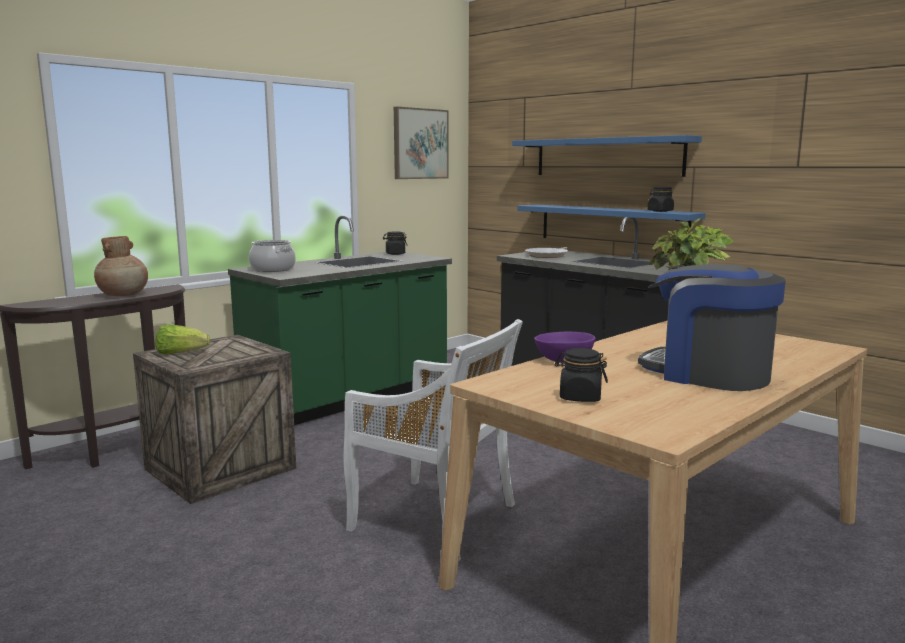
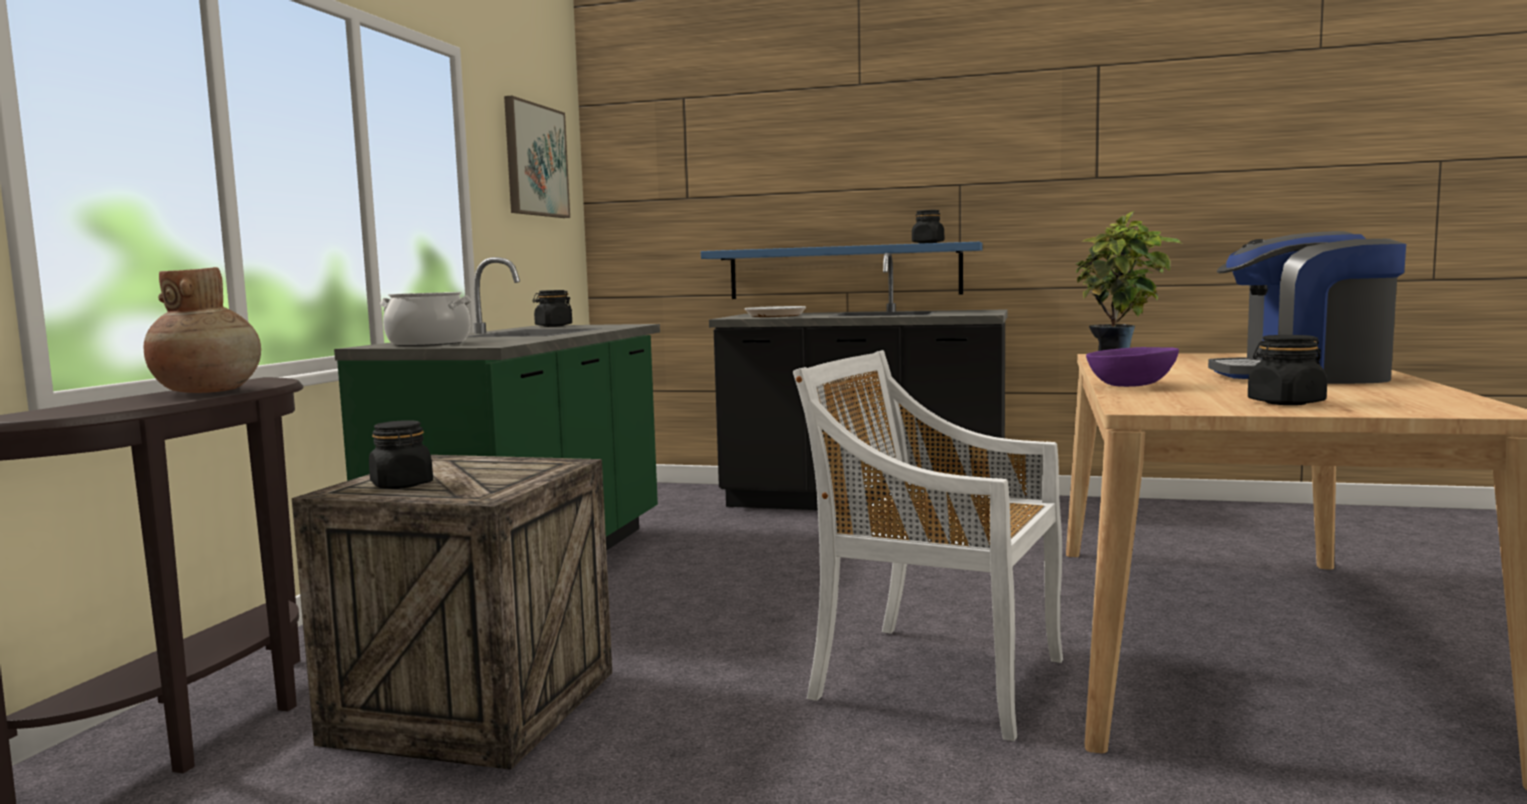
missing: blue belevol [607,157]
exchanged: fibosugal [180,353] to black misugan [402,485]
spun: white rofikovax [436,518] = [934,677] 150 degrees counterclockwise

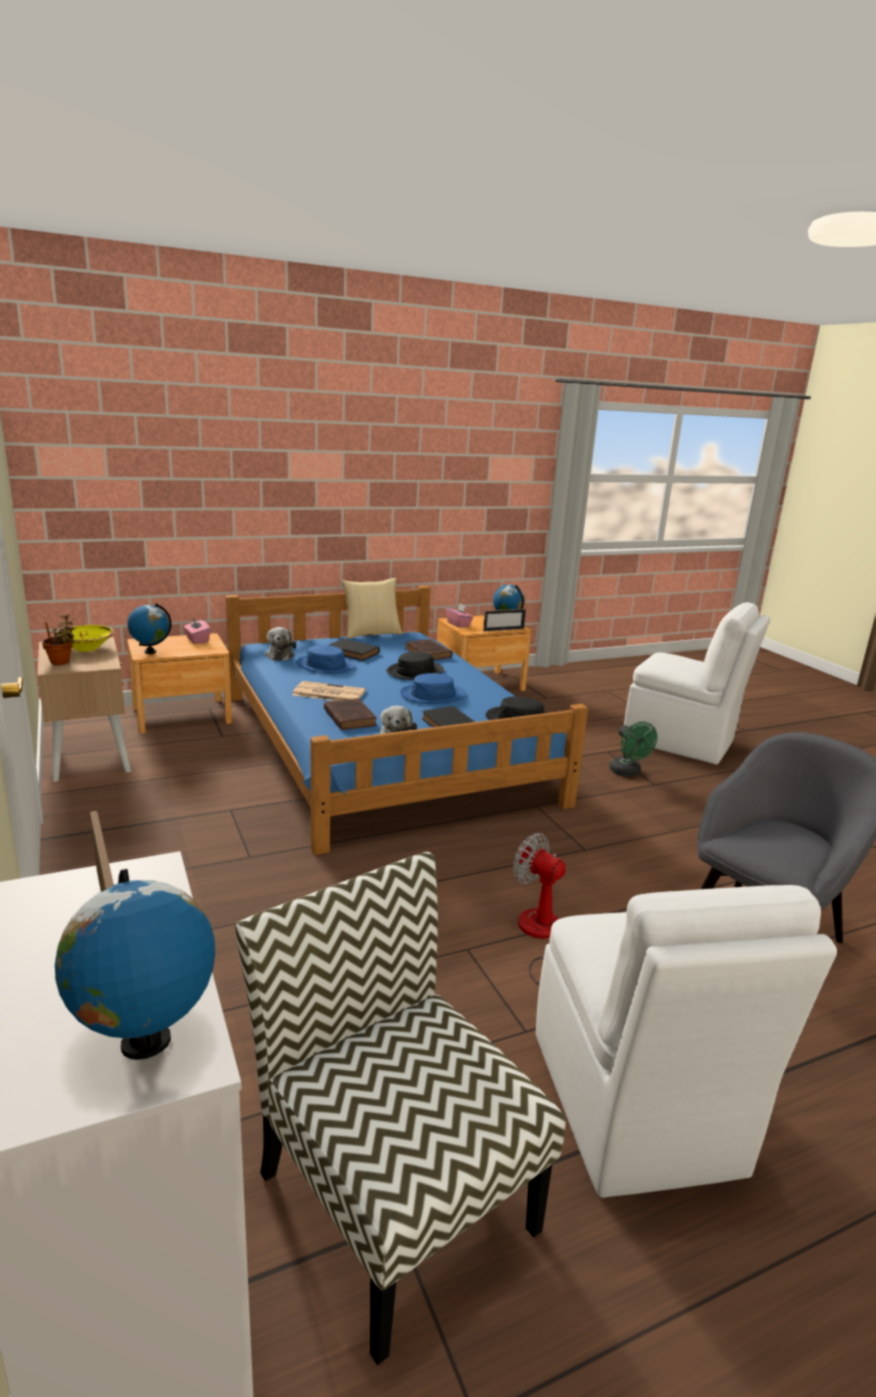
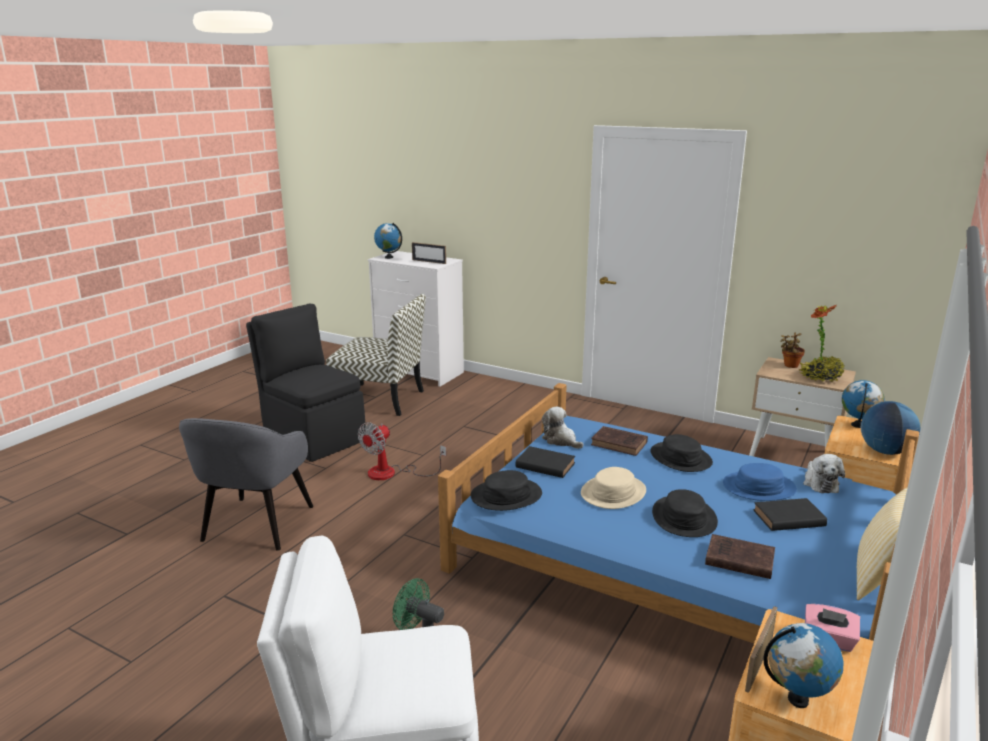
exchanged: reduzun [328,693] to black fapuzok [681,458]; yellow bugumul [86,648] to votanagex [820,377]; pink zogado [197,640] to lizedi [885,451]
colour: white rofikovax [635,1106] to black rofikovax [313,437]; blue fapuzok [432,695] to beige fapuzok [613,493]
spun: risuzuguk [540,935] = [392,473] 120 degrees clockwise; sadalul [280,655] = [820,483] 135 degrees counterclockwise

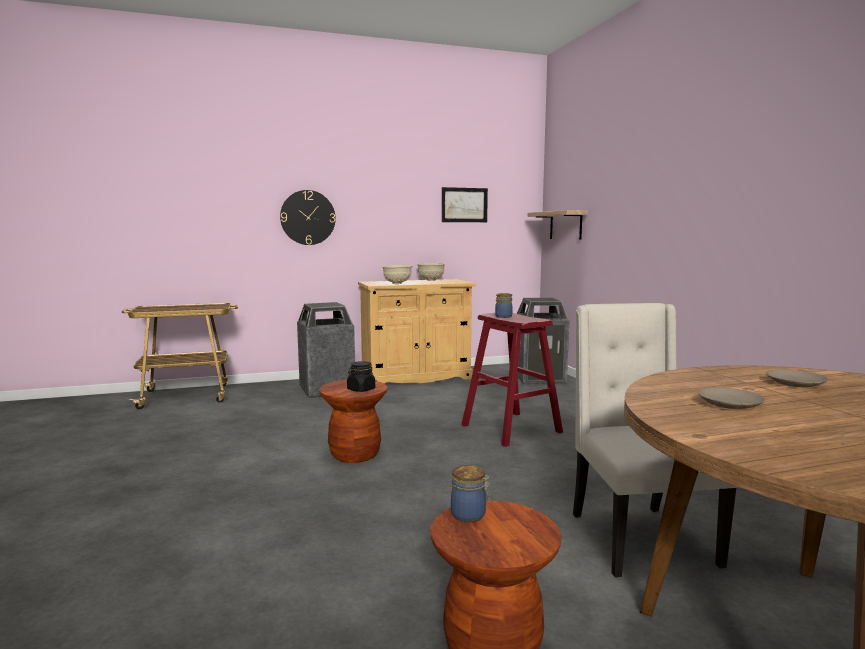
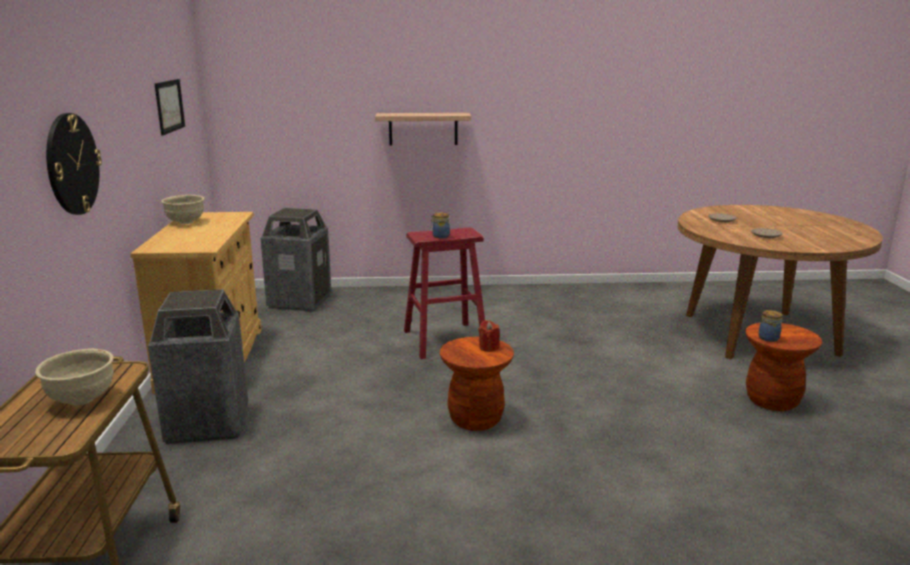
missing: beige rofikovax [638,538]
relocated: beige bugumul [397,283] to [81,400]; belevol [565,225] to [423,129]
exchanged: black misugan [361,389] to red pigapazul [488,347]

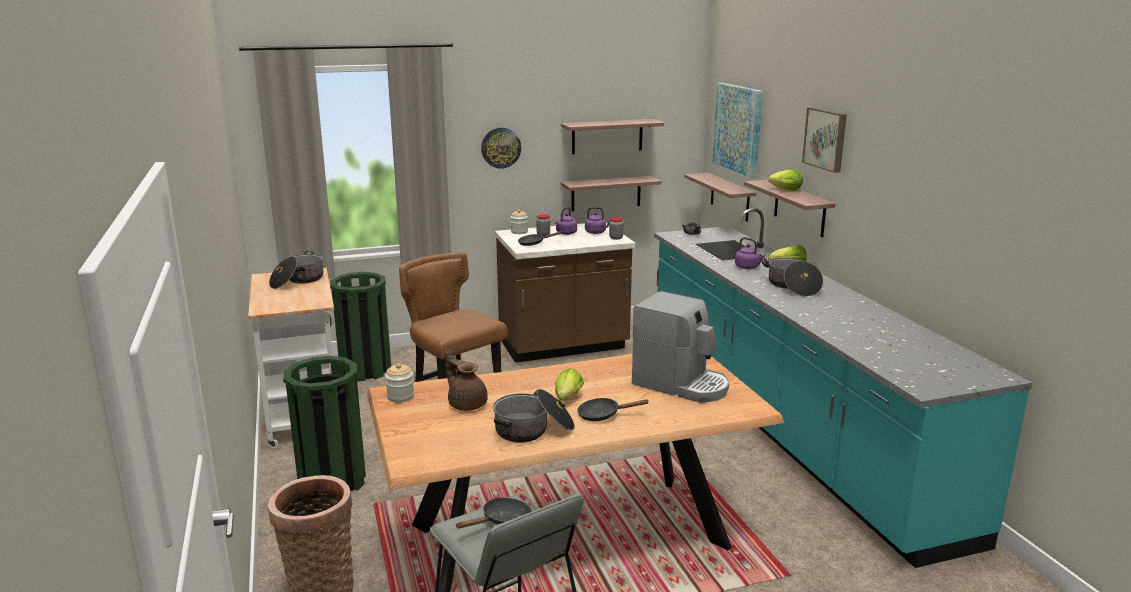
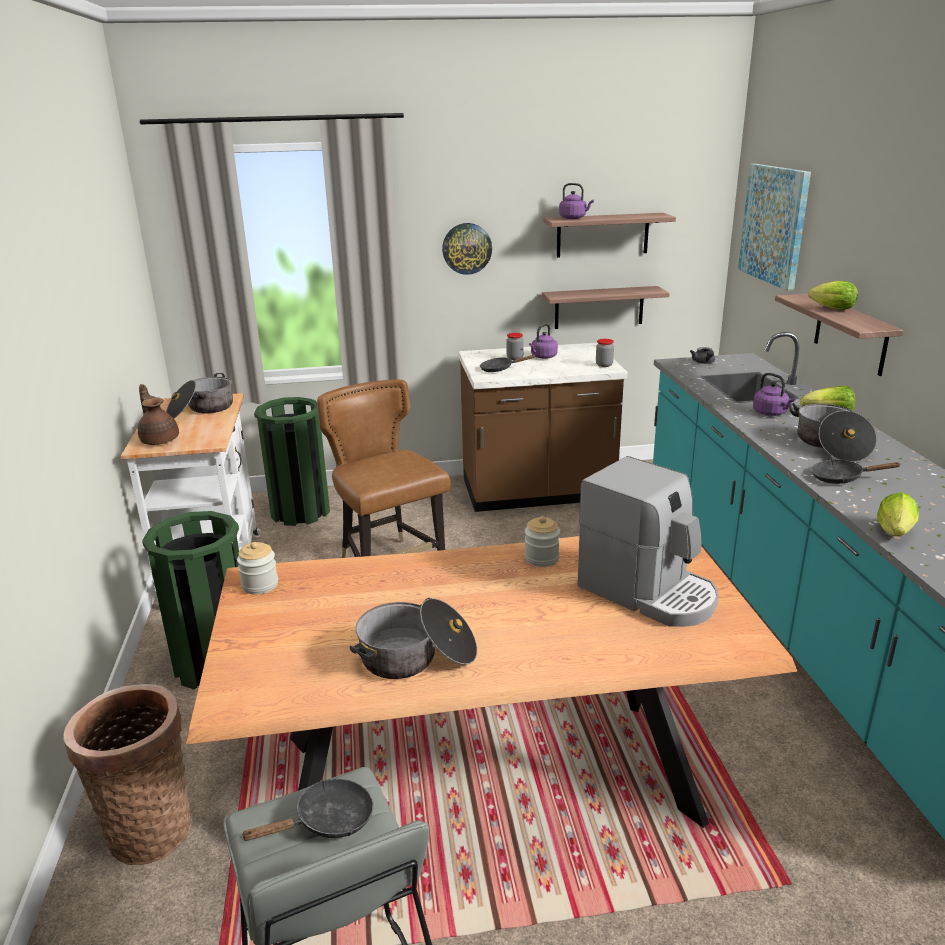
missing: belevol [730,197]; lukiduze [826,139]
relocated: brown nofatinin [466,404] to [160,440]; misugan [519,232] to [541,558]; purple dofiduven [596,232] to [574,218]; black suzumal [603,415] to [841,478]; fibosugal [567,399] to [894,534]

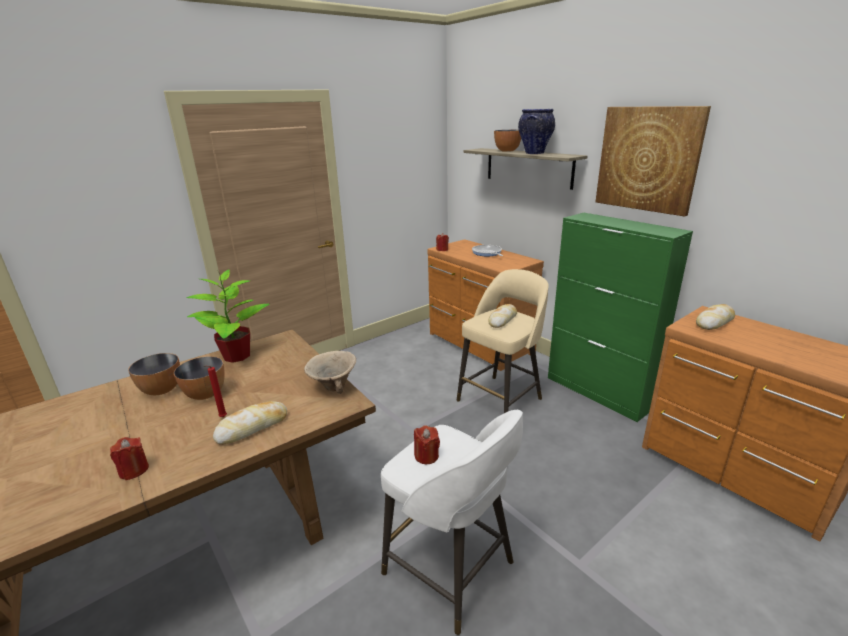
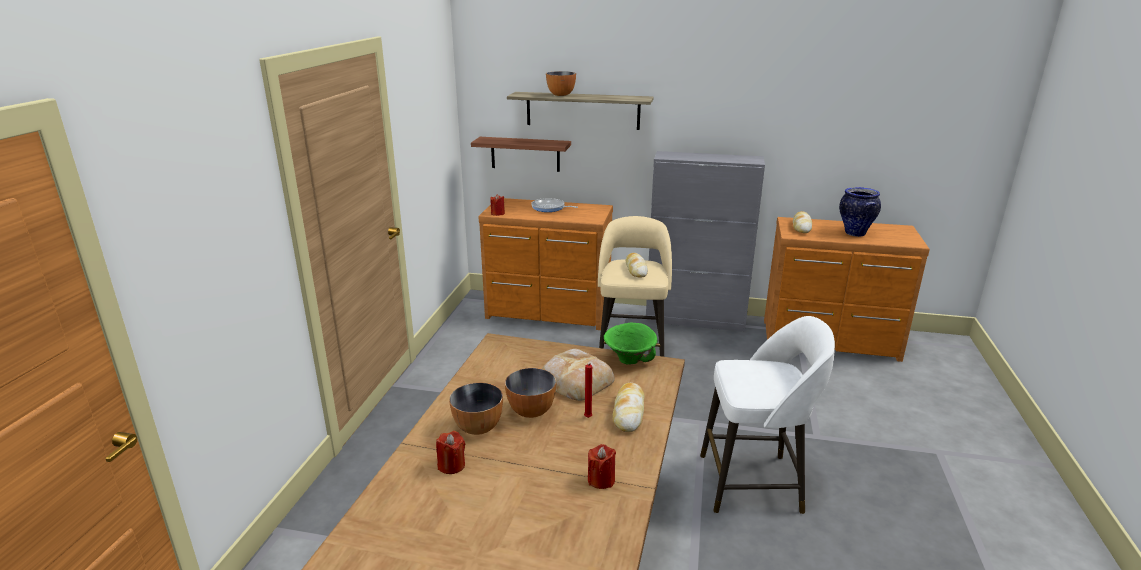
missing: votanagex [236,356]; lukiduze [648,159]
appeared: belevol [525,154]; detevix [576,379]
relocated: red pigapazul [426,456] to [451,465]; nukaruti [534,153] to [854,233]
colour: beige bugumul [332,387] to green bugumul [629,361]; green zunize [598,392] to grey zunize [695,320]

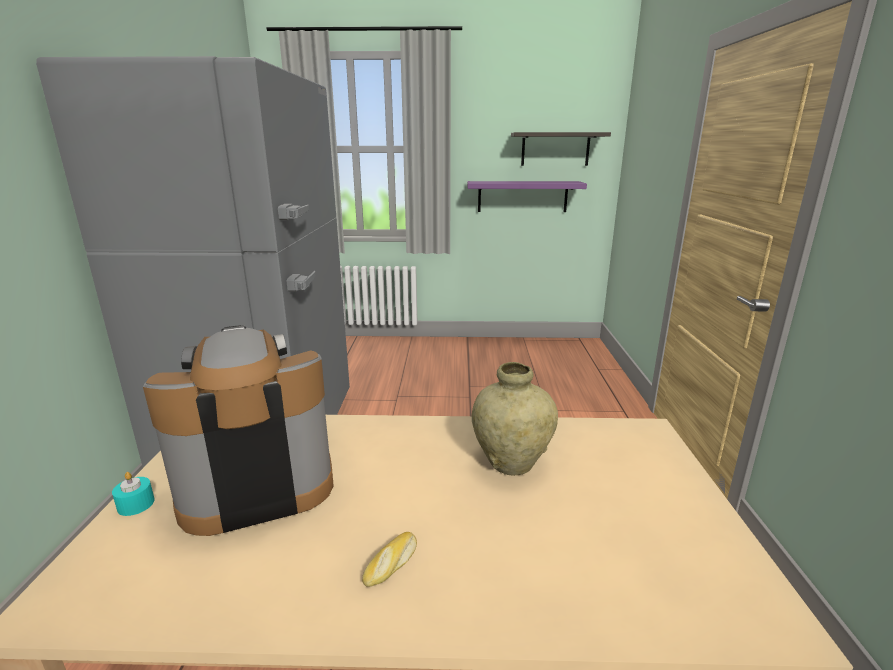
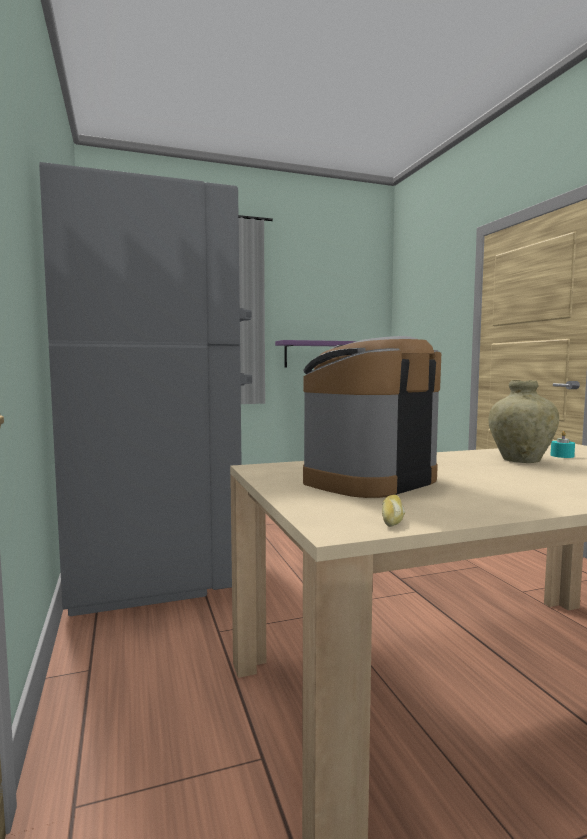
missing: belevol [555,149]
relocated: detevix [392,565] to [393,518]; turquoise pigapazul [136,504] to [562,456]

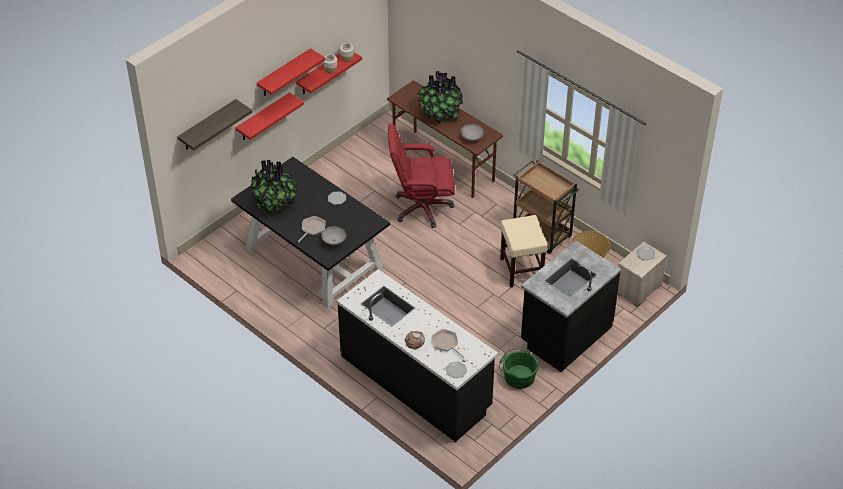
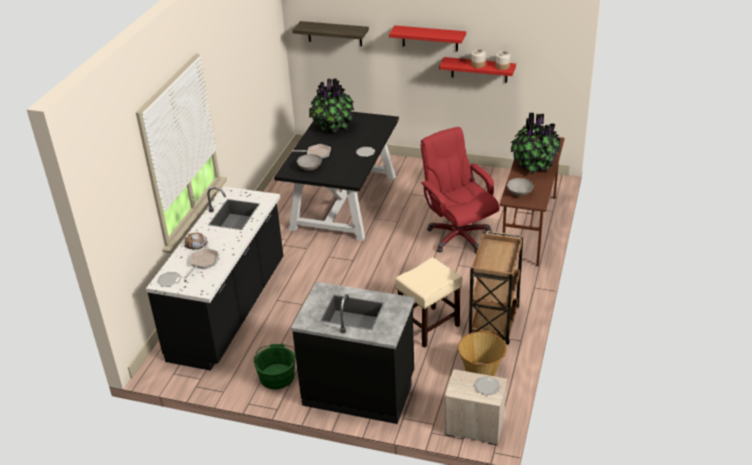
missing: red belevol [263,117]

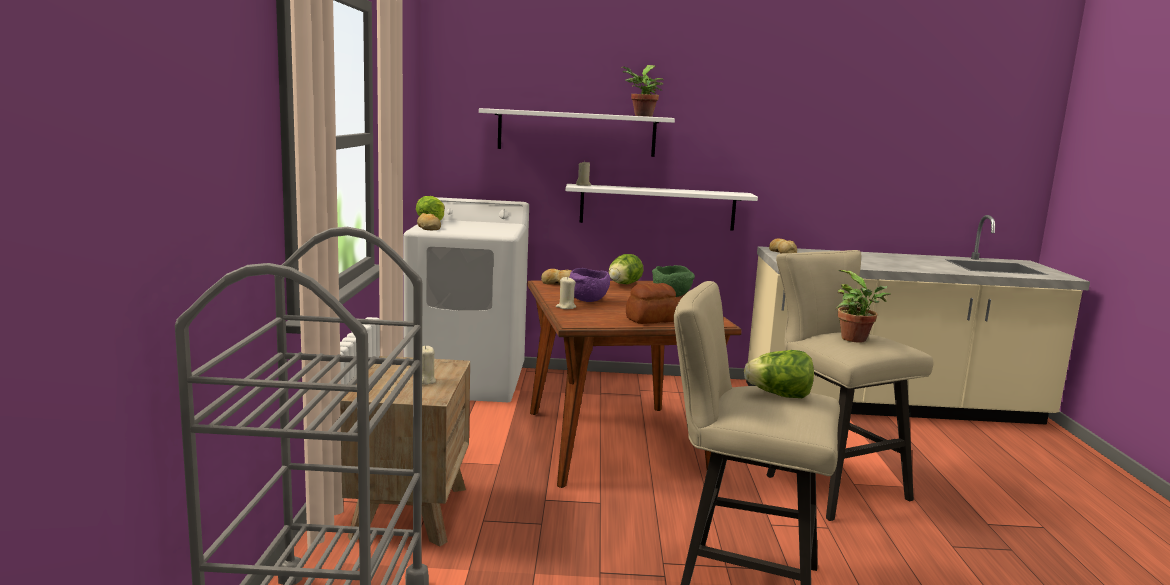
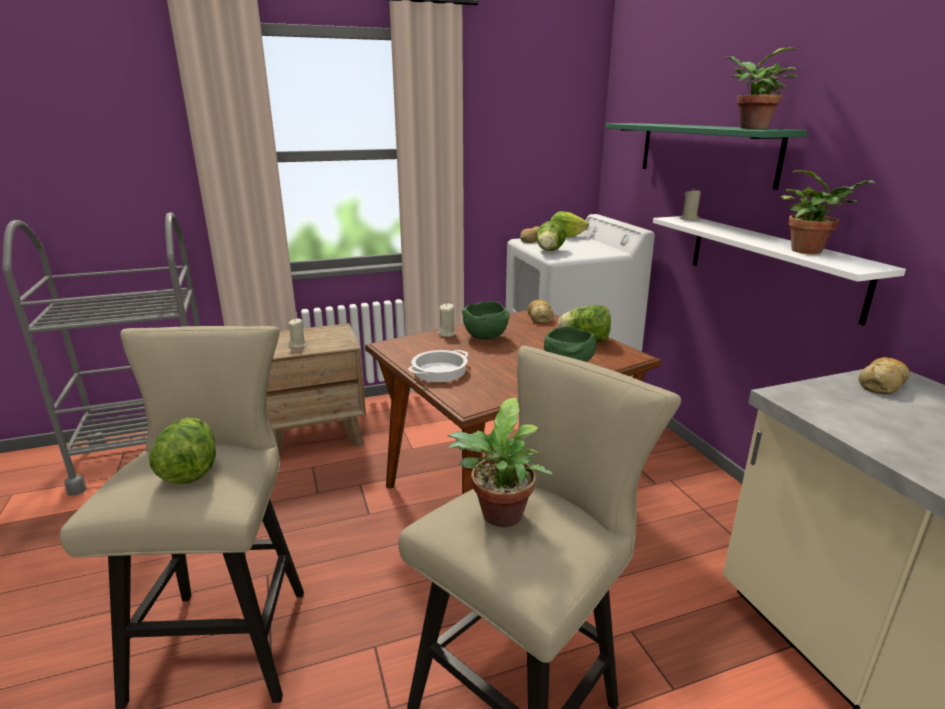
appeared: fibosugal [549,251]; votanagex [811,251]
exchanged: detevix [650,320] to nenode [439,371]
colour: purple bugumul [588,300] to green bugumul [486,337]; white belevol [576,132] to green belevol [704,152]

